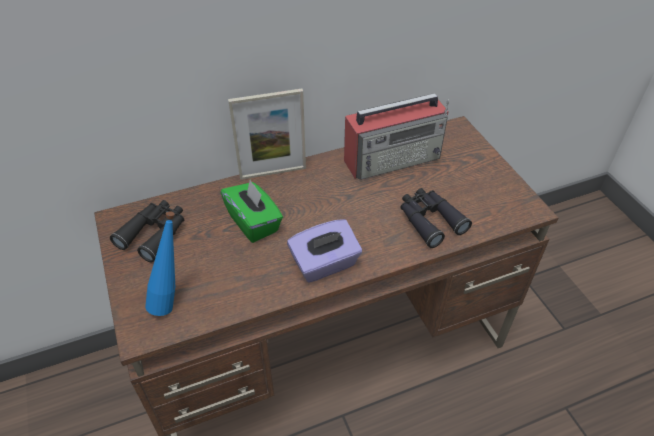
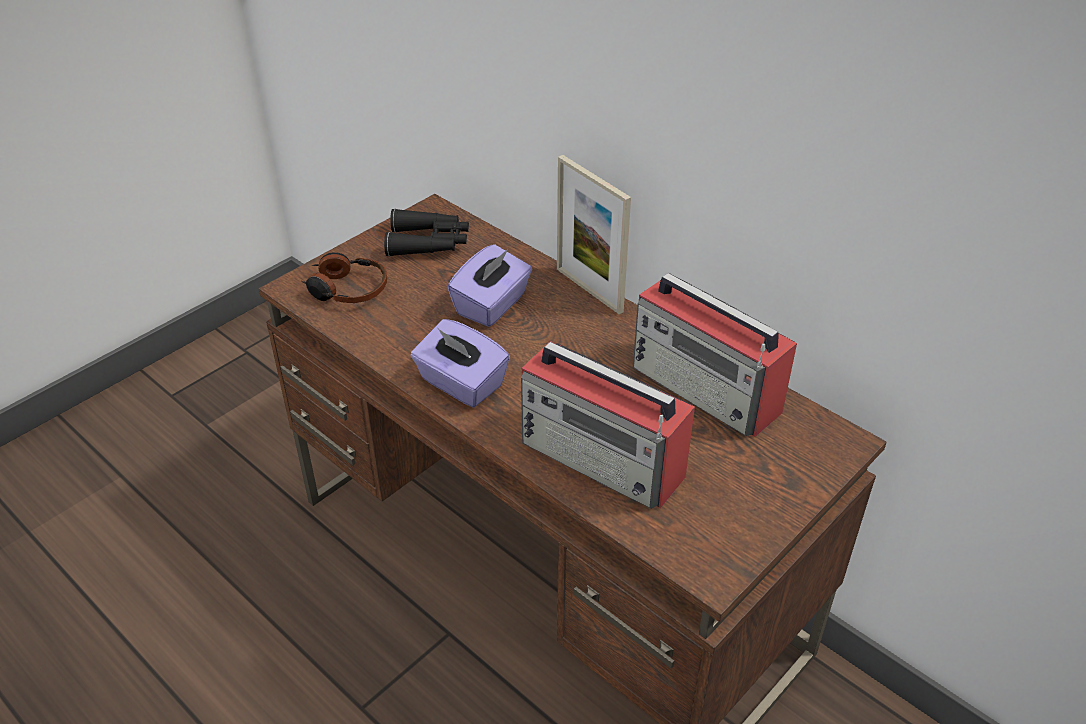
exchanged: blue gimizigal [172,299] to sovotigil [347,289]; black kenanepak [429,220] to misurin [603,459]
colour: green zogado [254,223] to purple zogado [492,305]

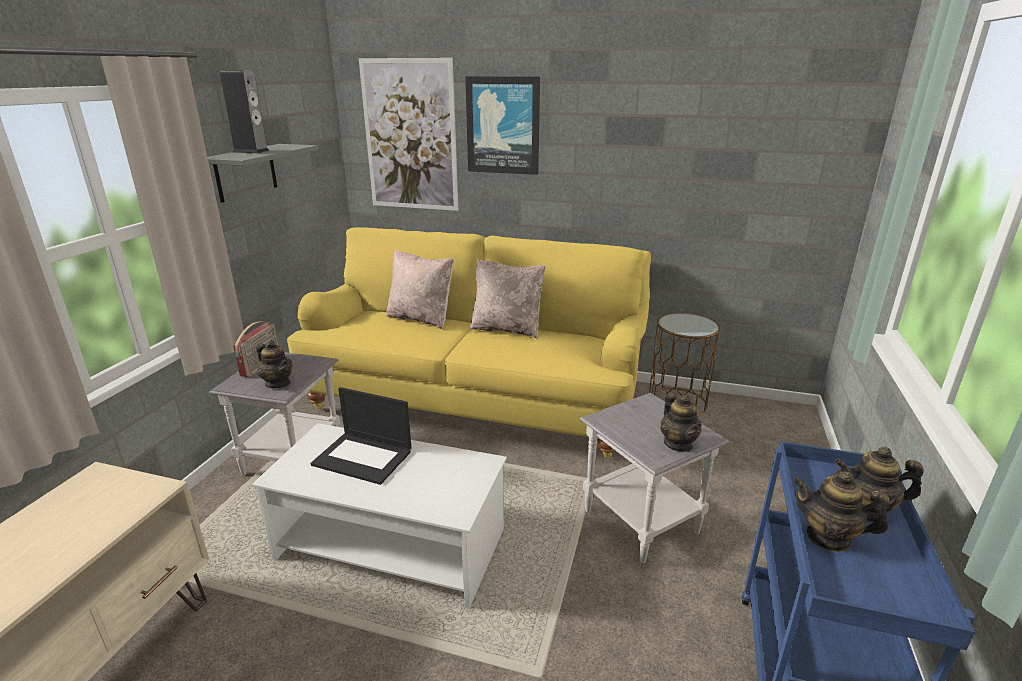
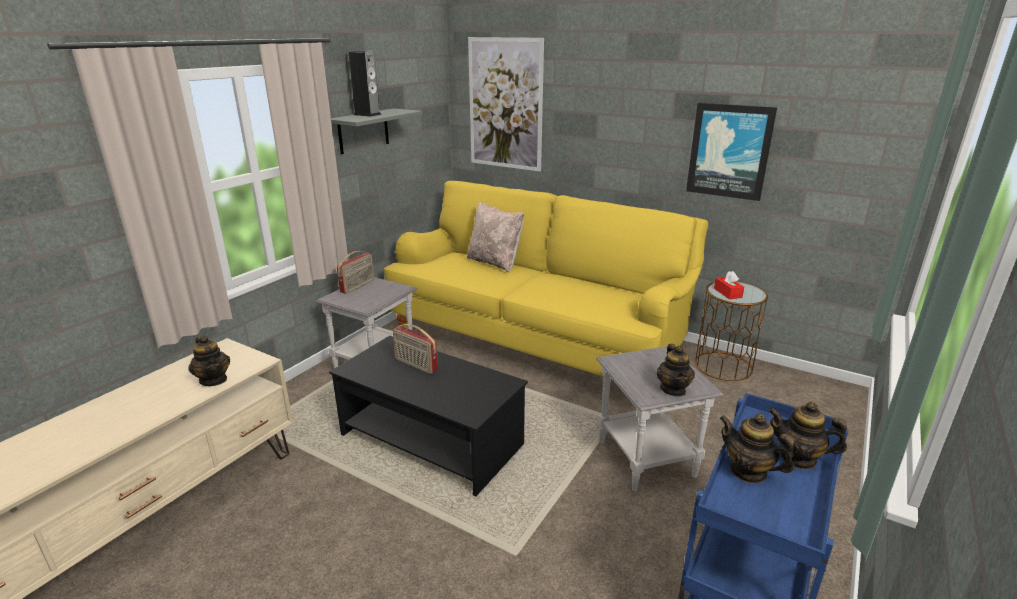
missing: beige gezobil [507,329]
appeared: red zogado [727,293]
relocated: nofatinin [278,383] to [214,380]; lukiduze [503,126] to [729,151]
exchanged: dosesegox [364,457] to misurin [415,365]
colour: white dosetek [393,545] to black dosetek [432,440]

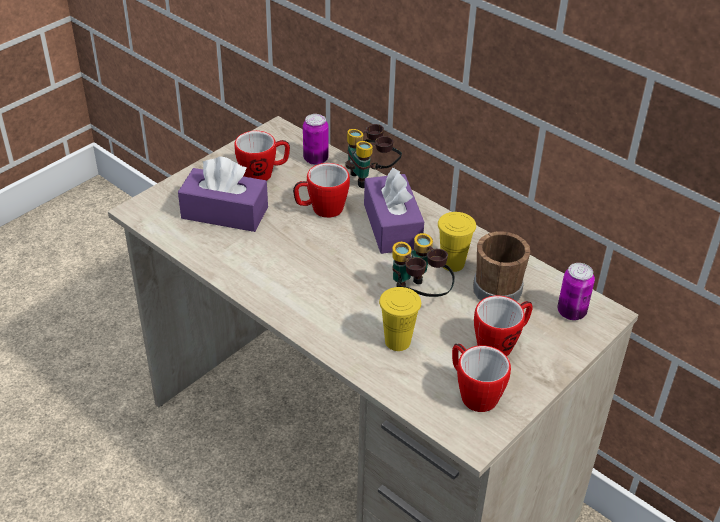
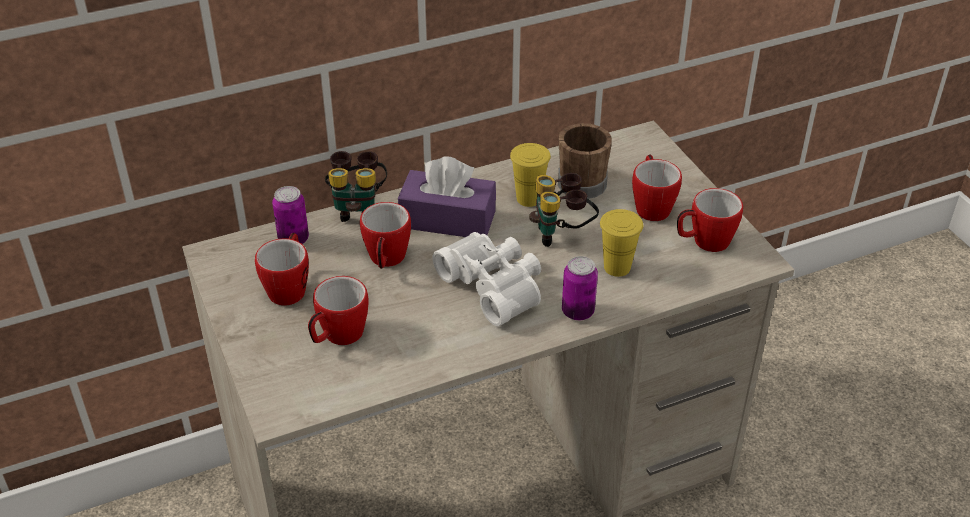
appeared: white kenanepak [495,285]
relocated: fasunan [571,312] to [578,312]
exchanged: purple zogado [225,213] to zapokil [338,337]

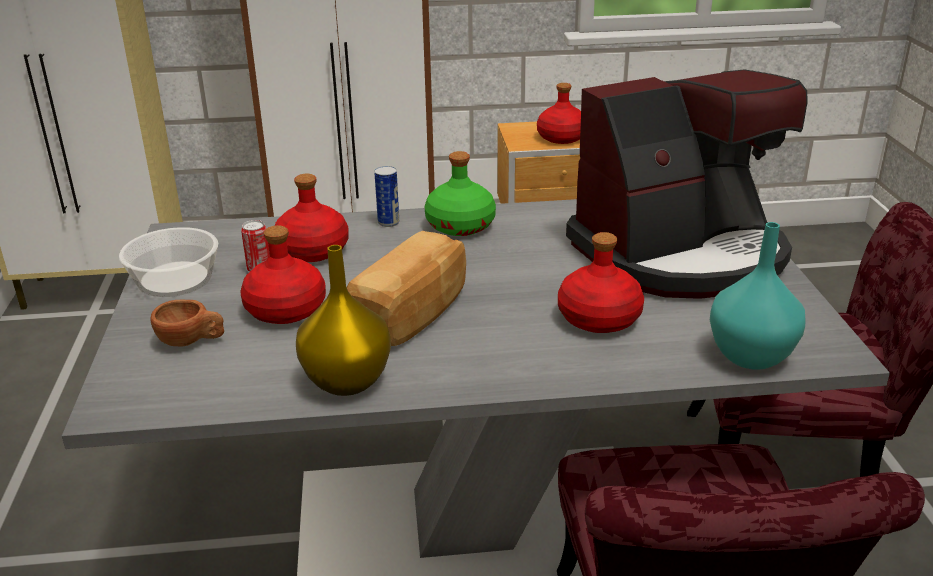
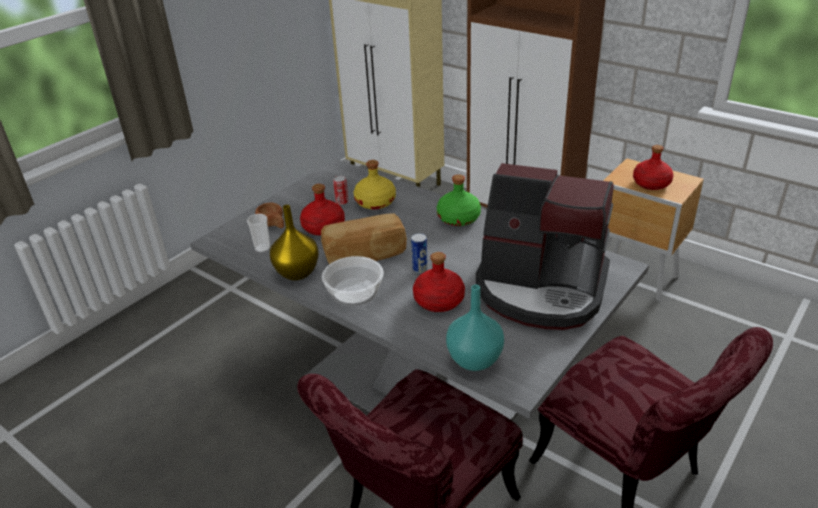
appeared: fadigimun [262,248]
relocated: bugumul [175,279] to [355,291]; fasunan [388,222] to [420,270]
colour: red gimizigal [313,250] to yellow gimizigal [376,202]

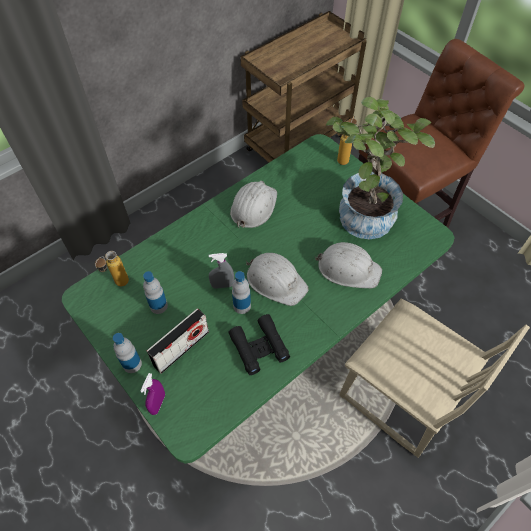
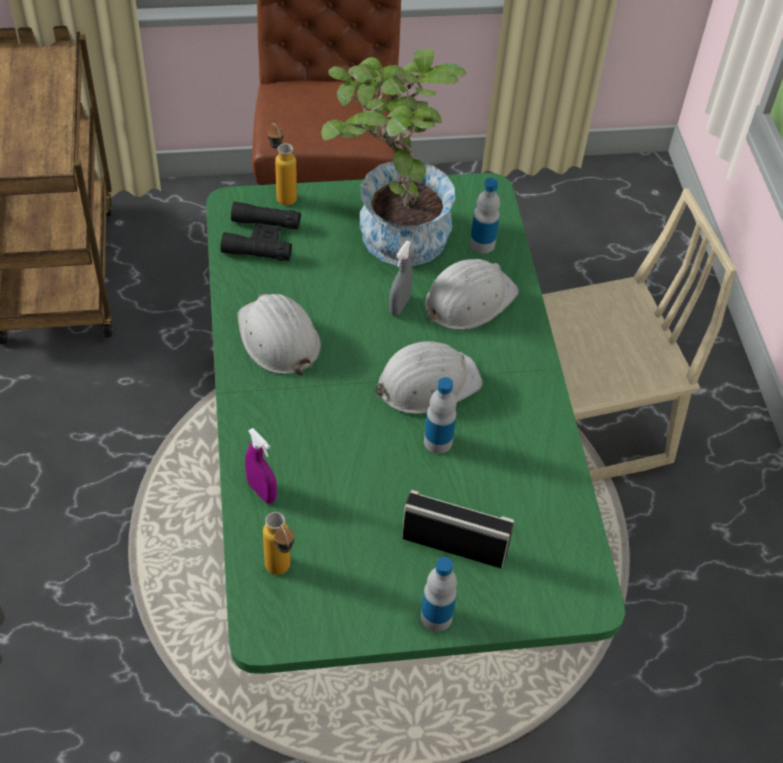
relocated: black kenanepak [259,347] to [261,238]; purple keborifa [158,403] to [262,491]; grey keborifa [222,285] to [399,306]; gimizigal [158,306] to [482,244]
spun: misurin [181,348] = [454,545] 60 degrees counterclockwise

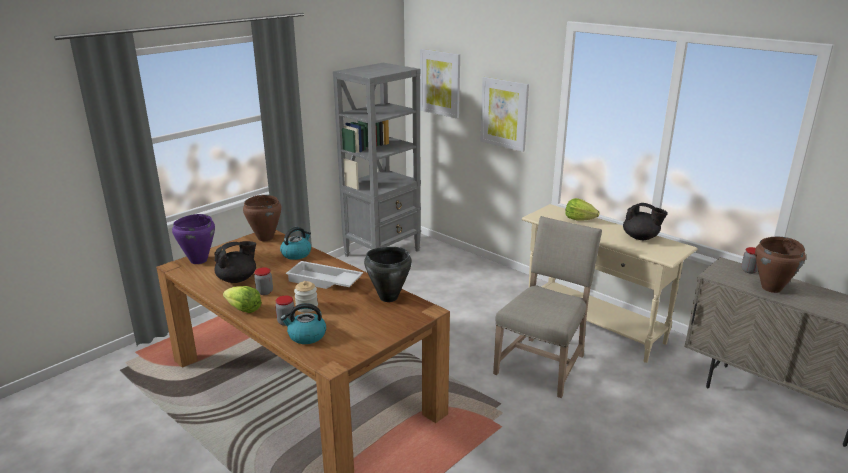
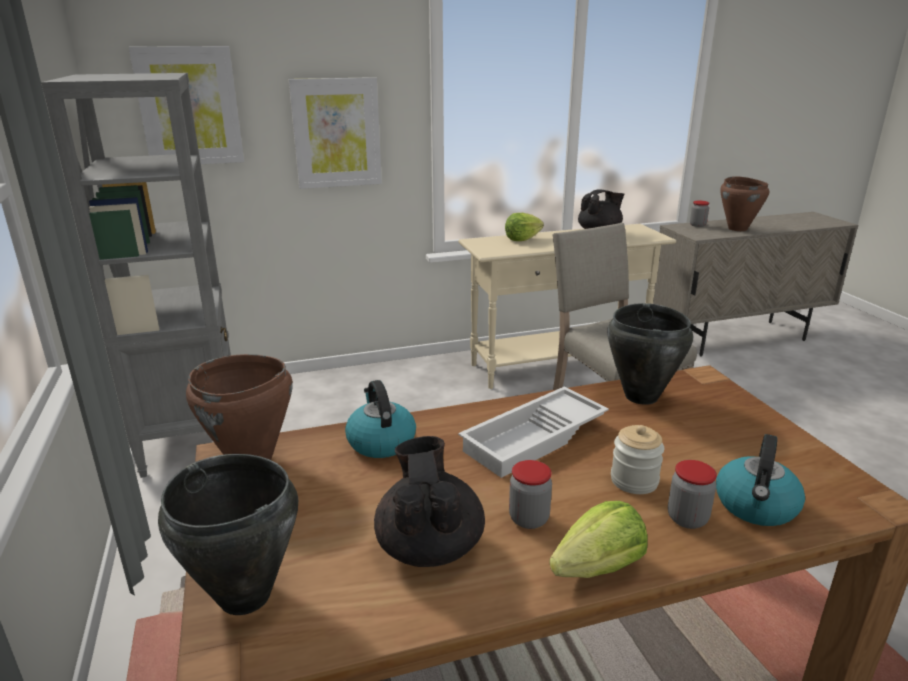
colour: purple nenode [198,260] to black nenode [245,597]

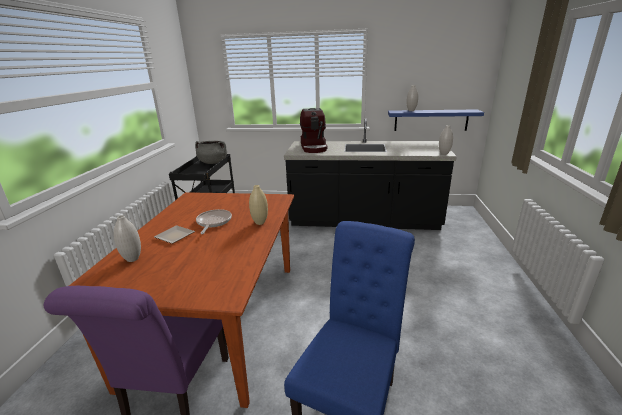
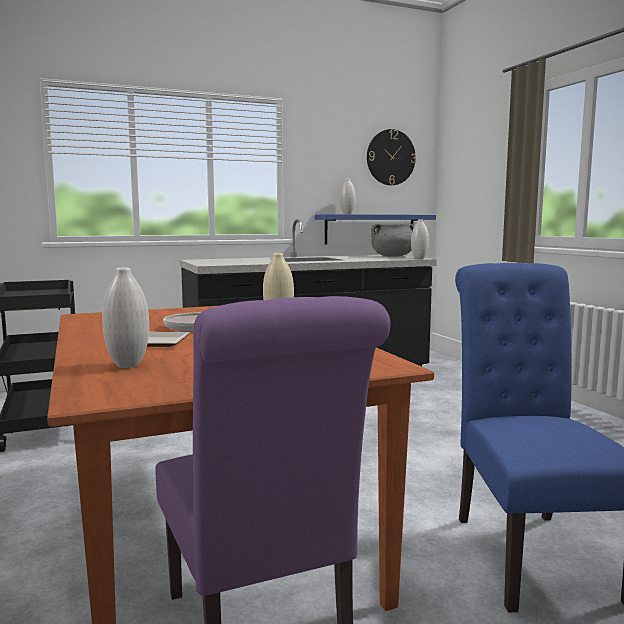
missing: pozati [314,147]
appeared: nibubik [390,157]
relocated: grey nenode [213,162] to [393,256]

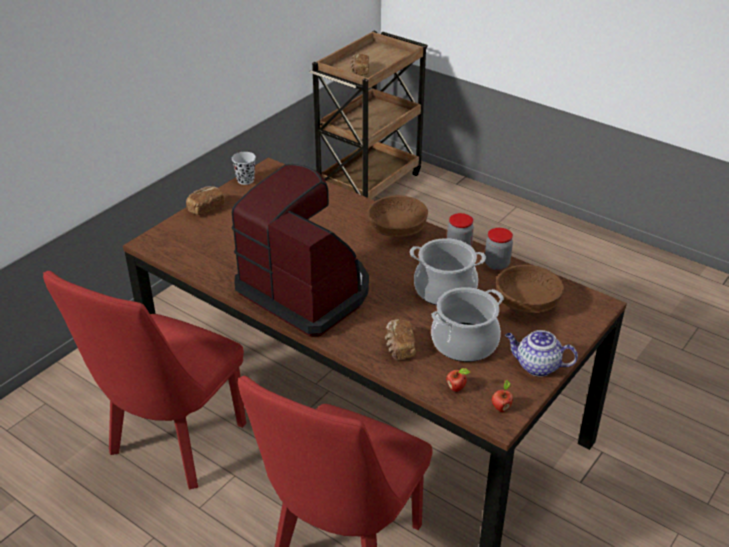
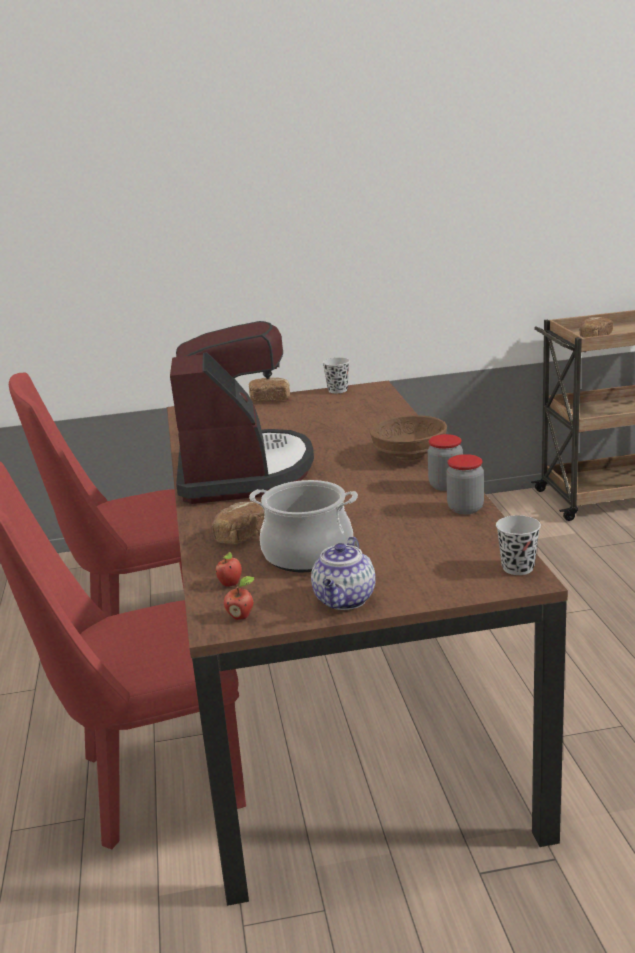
missing: nenode [445,290]; brown bugumul [527,304]
appeared: black fadigimun [517,568]
spun: nofatinin [536,366] = [345,600] 135 degrees counterclockwise

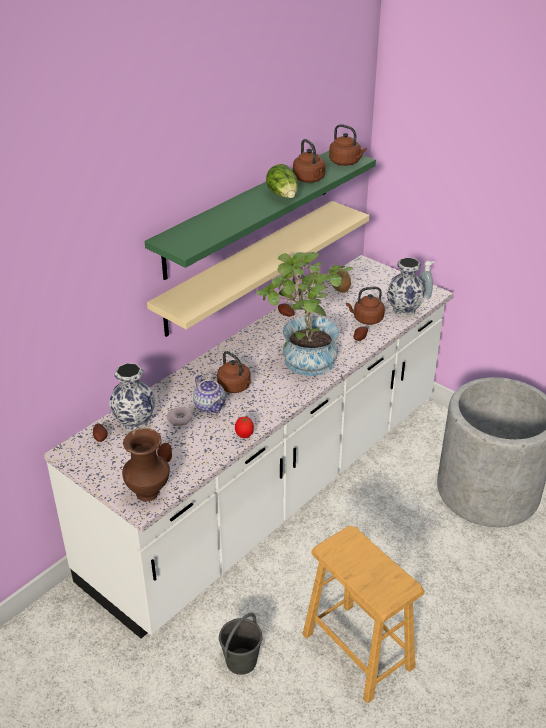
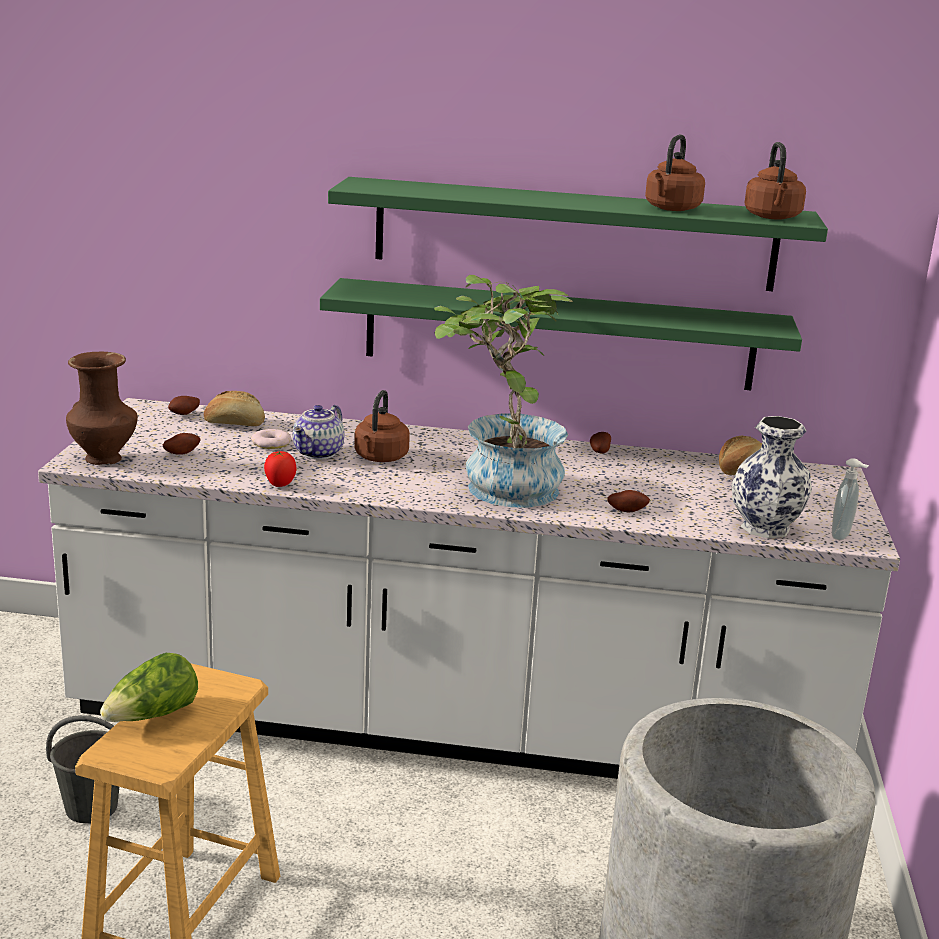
missing: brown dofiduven [366,319]
relocated: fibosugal [284,196] to [152,716]
exchanged: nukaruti [134,422] to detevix [234,423]
colour: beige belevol [248,267] to green belevol [558,334]

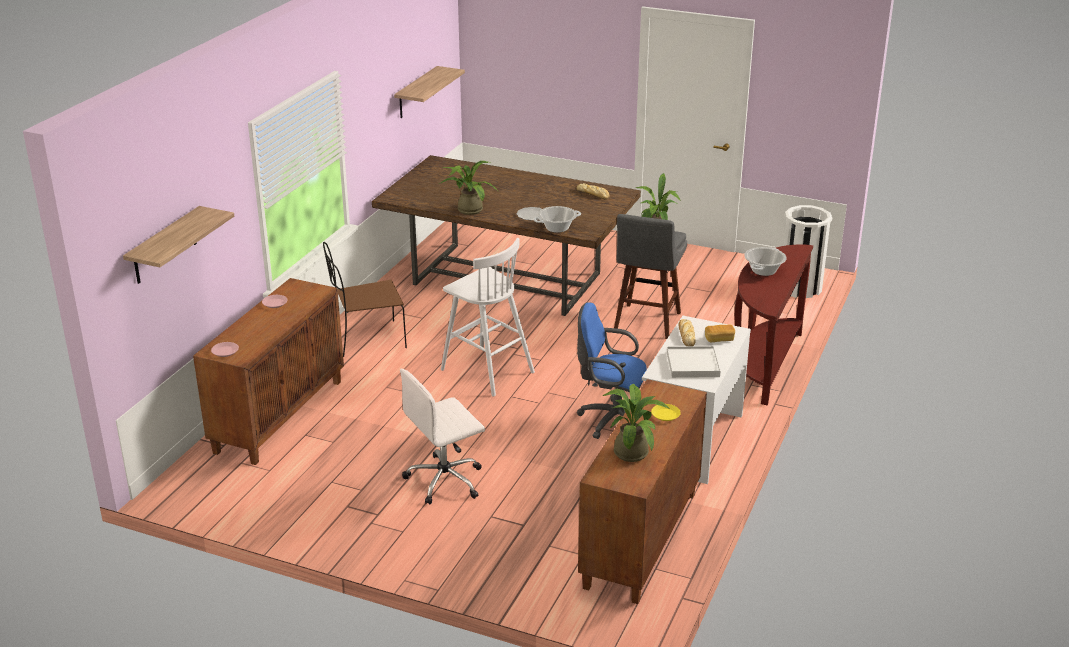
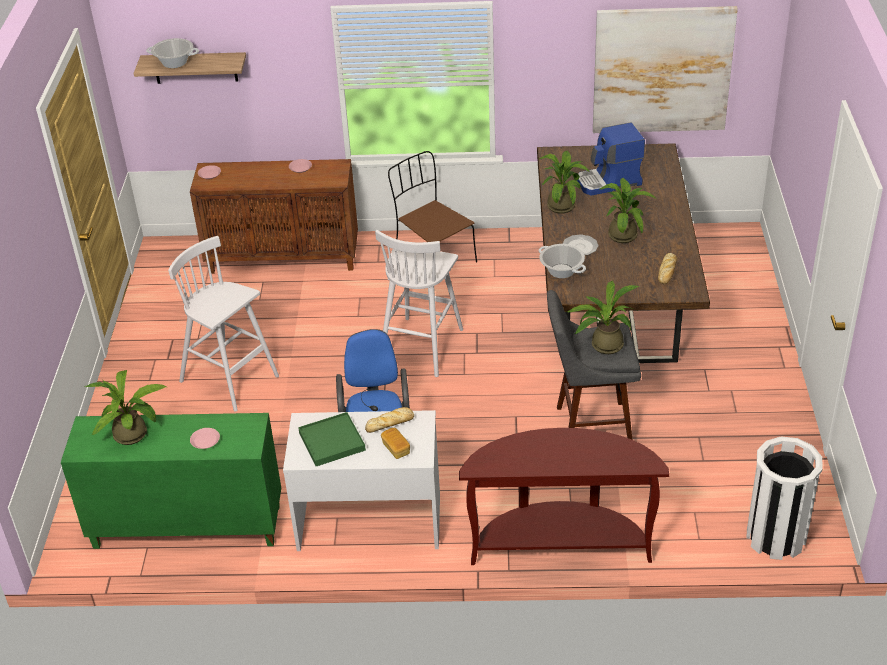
appeared: pozati [609,182]; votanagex [623,234]
relocated: nenode [764,271] to [174,63]
exchanged: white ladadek [446,480] to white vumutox [231,379]; belevol [416,92] to lukiduze [662,70]
colour: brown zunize [641,540] to green zunize [186,527]; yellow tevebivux [665,415] to pink tevebivux [205,440]; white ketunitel [693,364] to green ketunitel [332,442]

